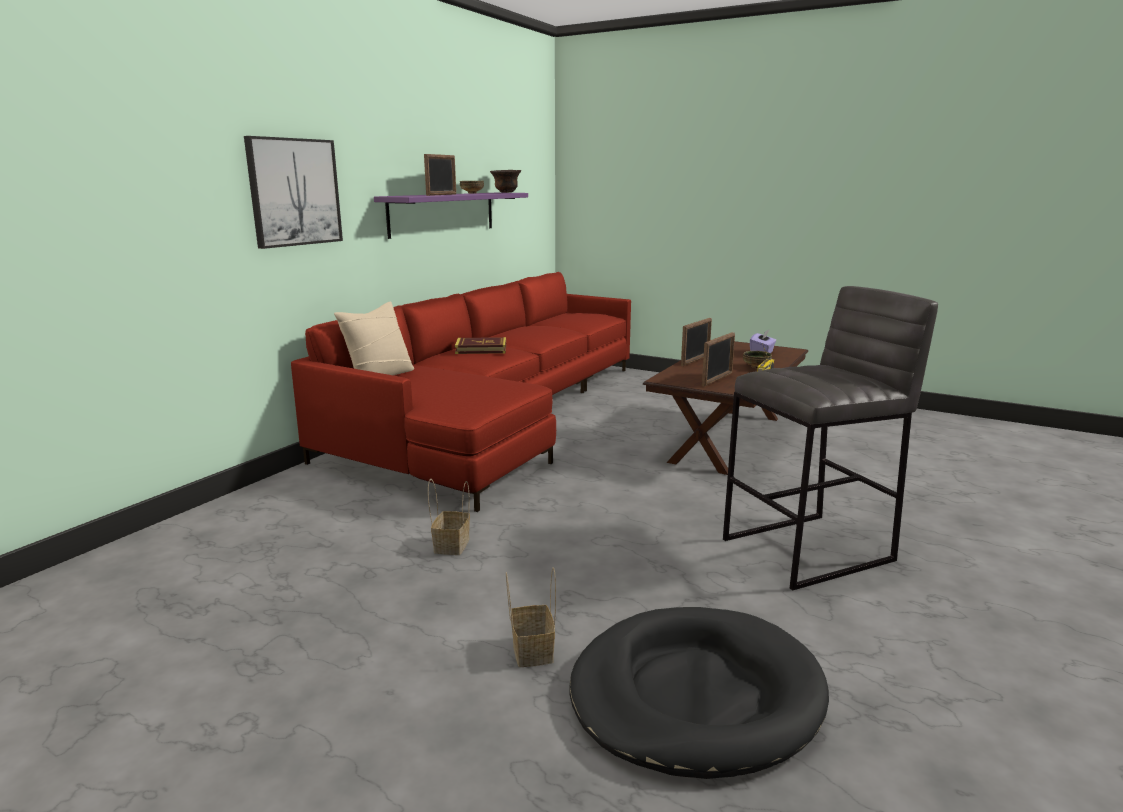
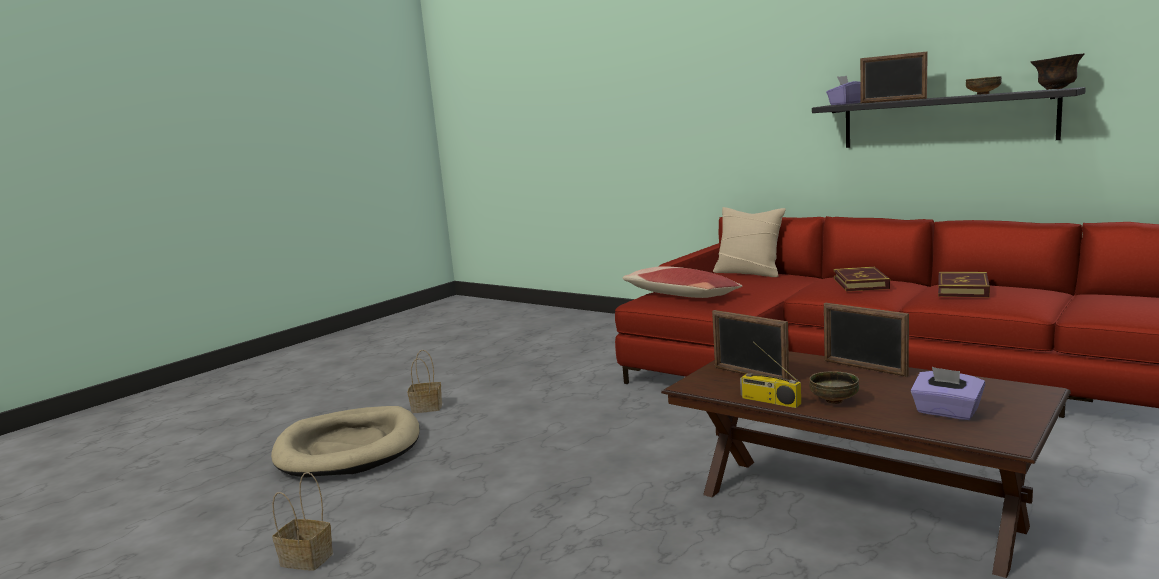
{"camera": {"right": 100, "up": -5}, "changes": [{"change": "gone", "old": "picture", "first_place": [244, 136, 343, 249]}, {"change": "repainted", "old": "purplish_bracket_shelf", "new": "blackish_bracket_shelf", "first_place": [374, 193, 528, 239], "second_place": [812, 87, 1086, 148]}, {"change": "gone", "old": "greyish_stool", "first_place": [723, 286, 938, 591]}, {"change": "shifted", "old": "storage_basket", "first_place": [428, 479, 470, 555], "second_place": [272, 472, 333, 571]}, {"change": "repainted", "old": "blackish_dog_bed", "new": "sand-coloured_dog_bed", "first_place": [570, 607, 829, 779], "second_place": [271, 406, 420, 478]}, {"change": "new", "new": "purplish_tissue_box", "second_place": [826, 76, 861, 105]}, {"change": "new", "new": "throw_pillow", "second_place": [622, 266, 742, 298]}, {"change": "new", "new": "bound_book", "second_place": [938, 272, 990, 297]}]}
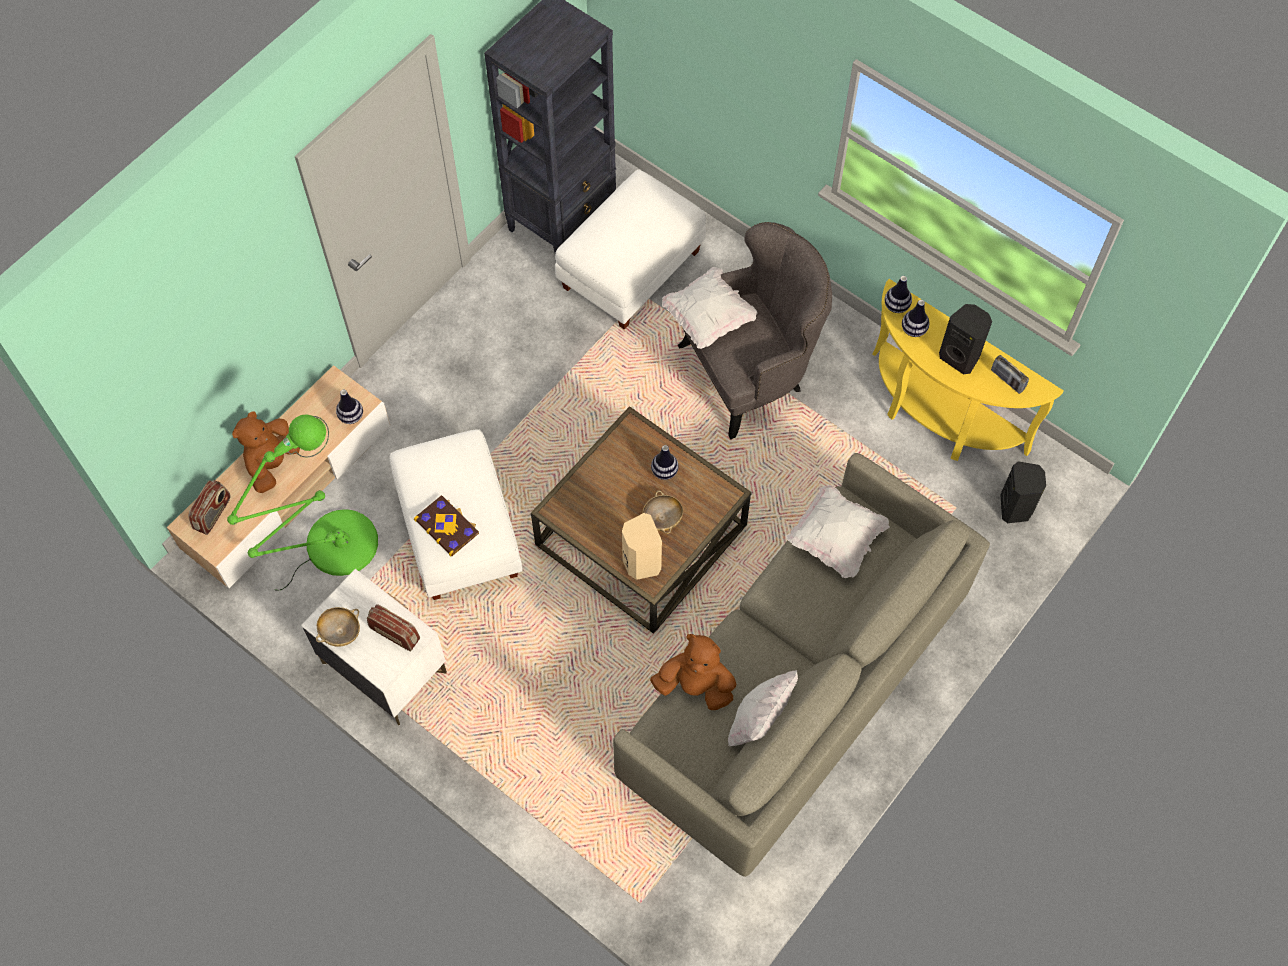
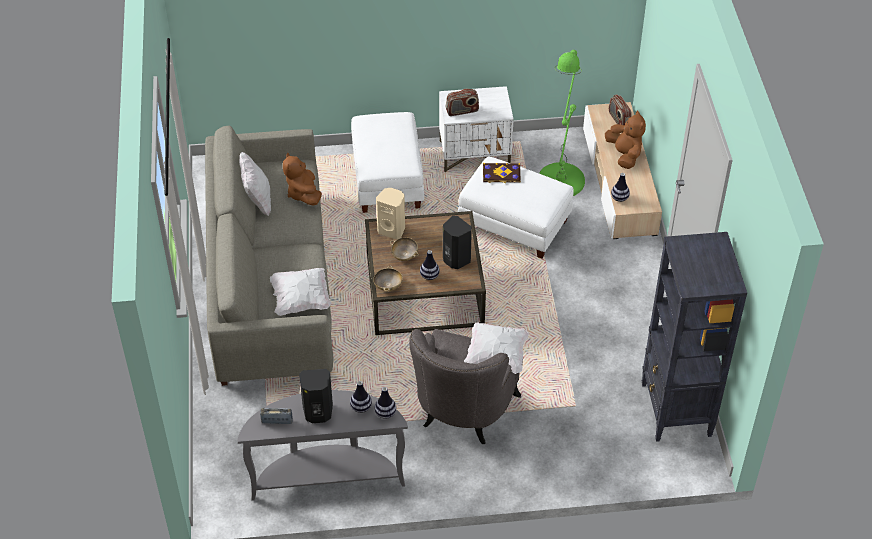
{"camera": {"right": 135, "up": -15}, "changes": [{"change": "shifted", "old": "white-coloured_pouffe", "first_place": [555, 170, 706, 330], "second_place": [351, 112, 424, 213]}, {"change": "repainted", "old": "yellow-coloured_console_table", "new": "greyish_console_table", "first_place": [872, 279, 1064, 461], "second_place": [238, 390, 408, 500]}, {"change": "shifted", "old": "blackish_audio_speaker", "first_place": [1000, 461, 1046, 523], "second_place": [443, 216, 472, 269]}, {"change": "shifted", "old": "sand-coloured_serving_bowl", "first_place": [316, 607, 360, 647], "second_place": [373, 265, 403, 292]}, {"change": "rotated", "old": "brownish_cuddly_toy", "first_place": [650, 634, 737, 710], "second_place": [283, 153, 322, 206], "degrees": 105}]}
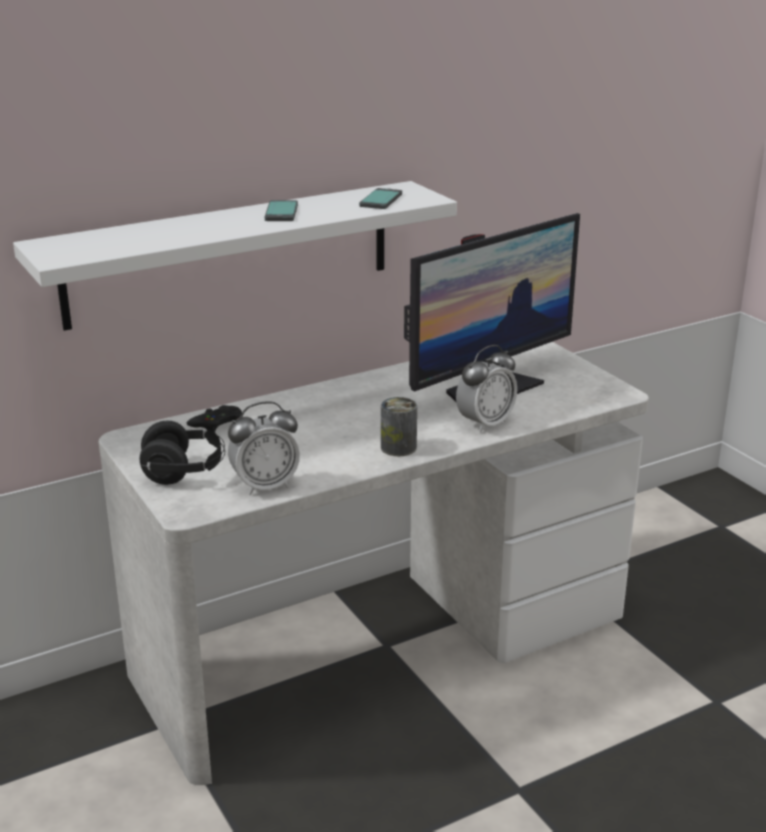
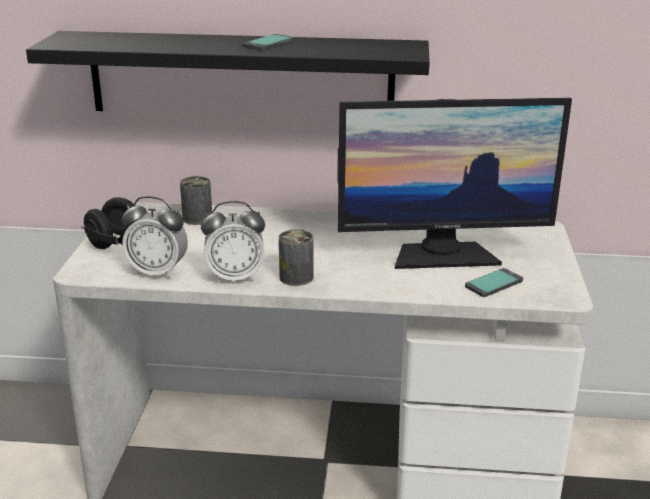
{"camera": {"right": 35, "up": 0}, "changes": [{"change": "repainted", "old": "white-coloured_bracket_shelf", "new": "blackish_bracket_shelf", "first_place": [13, 181, 457, 331], "second_place": [26, 31, 430, 111]}, {"change": "shifted", "old": "telephone", "first_place": [359, 188, 402, 209], "second_place": [465, 268, 523, 297]}, {"change": "shifted", "old": "bedside_clock", "first_place": [456, 345, 517, 432], "second_place": [201, 201, 265, 283]}, {"change": "swapped", "old": "blackish_game_controller", "new": "can", "first_place": [187, 405, 243, 434], "second_place": [180, 176, 212, 225]}]}
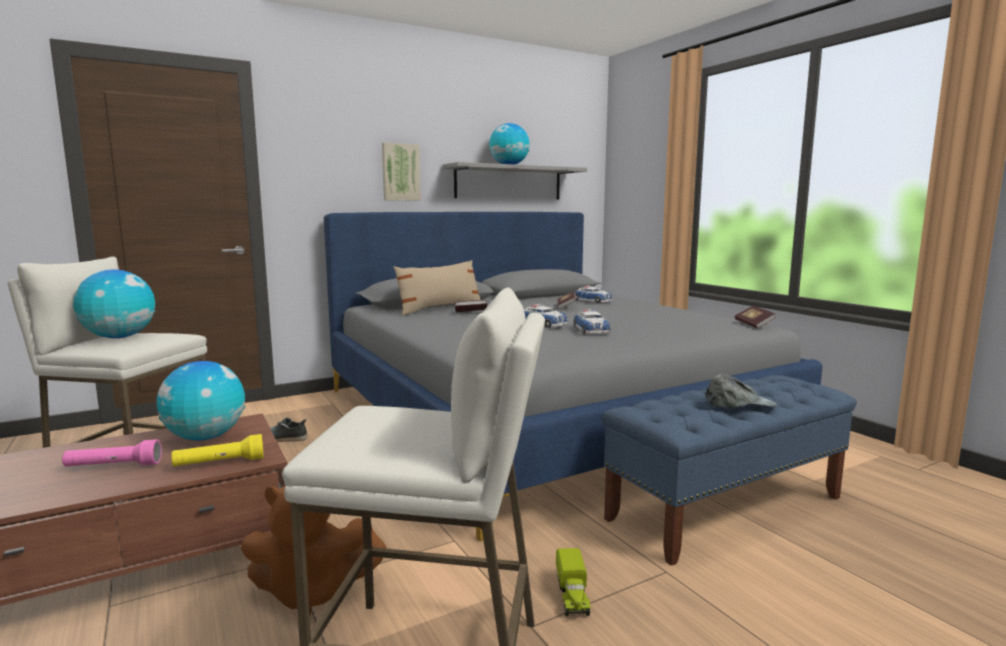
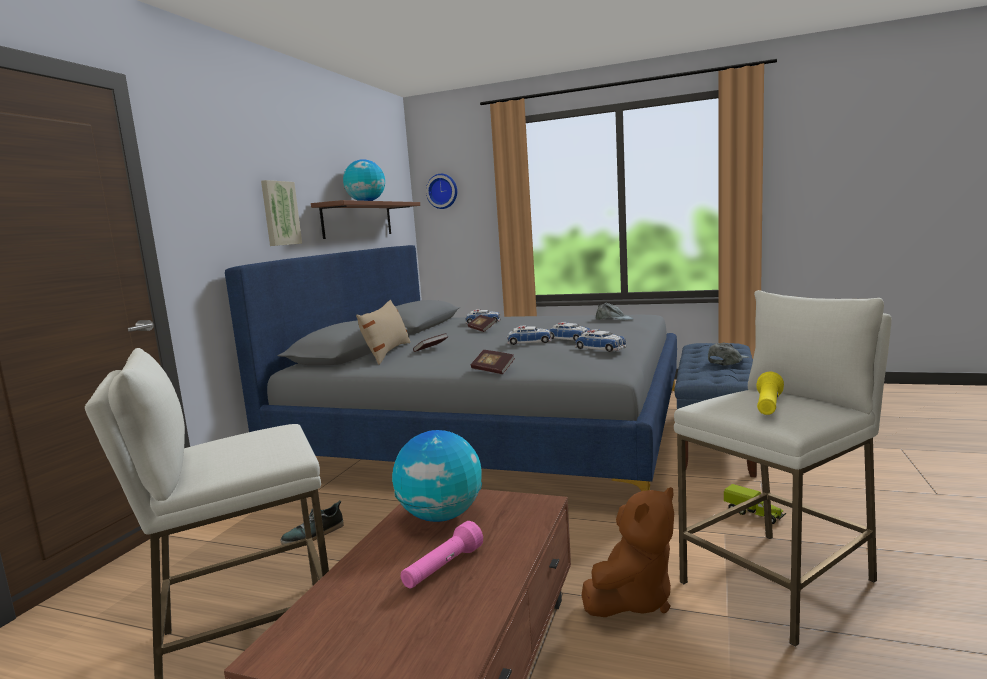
{"camera": {"right": -40, "up": 0}, "changes": [{"change": "repainted", "old": "greyish_bracket_shelf", "new": "brownish_bracket_shelf", "first_place": [443, 162, 587, 199], "second_place": [311, 200, 420, 239]}, {"change": "gone", "old": "desk_globe", "first_place": [73, 269, 155, 338]}, {"change": "shifted", "old": "bound_book", "first_place": [735, 306, 776, 328], "second_place": [471, 350, 515, 374]}, {"change": "shifted", "old": "yellow-coloured_flashlight", "first_place": [172, 434, 264, 466], "second_place": [756, 372, 784, 415]}, {"change": "new", "new": "wall_clock", "second_place": [426, 174, 457, 209]}, {"change": "new", "new": "greyish_peaked_cap", "second_place": [596, 302, 634, 320]}, {"change": "new", "new": "model_car", "second_place": [575, 329, 627, 352]}]}
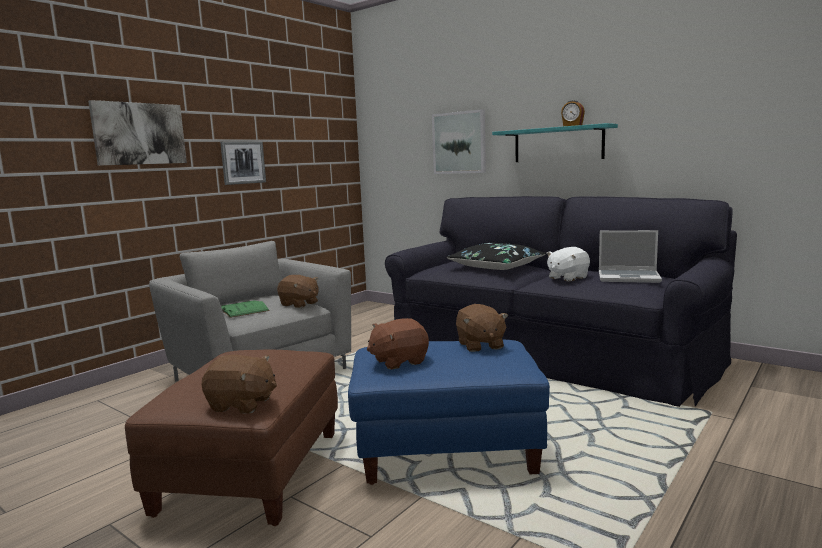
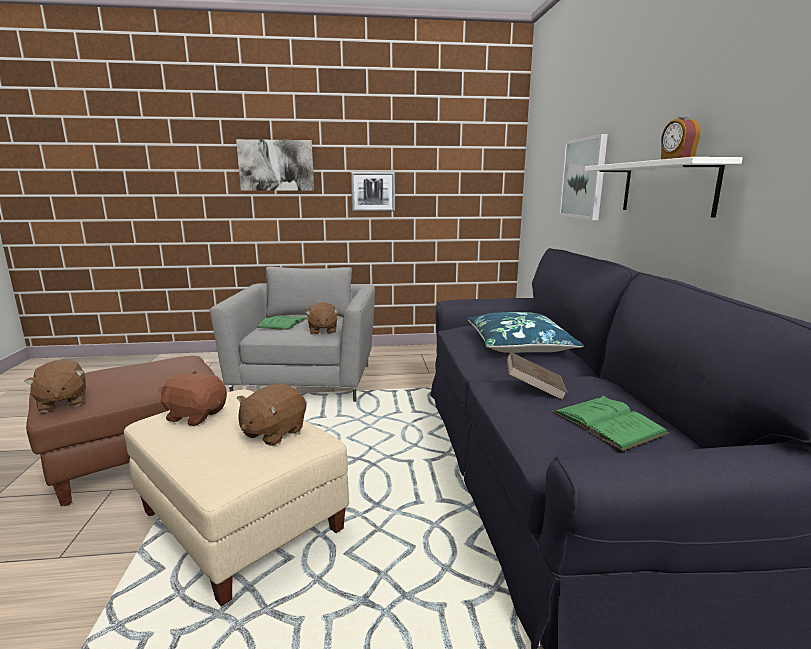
{"camera": {"right": 45, "up": 5}, "changes": [{"change": "repainted", "old": "turquoise-coloured_bracket_shelf", "new": "white-coloured_bracket_shelf", "first_place": [492, 123, 618, 162], "second_place": [585, 157, 743, 218]}, {"change": "swapped", "old": "notebook_computer", "new": "green-coloured_bound_book", "first_place": [599, 230, 662, 283], "second_place": [553, 395, 669, 451]}, {"change": "repainted", "old": "blackish_throw_pillow", "new": "blue_throw_pillow", "first_place": [446, 243, 546, 270], "second_place": [468, 312, 584, 353]}, {"change": "swapped", "old": "white-coloured_cuddly_toy", "new": "brownish_bound_book", "first_place": [546, 247, 590, 282], "second_place": [507, 352, 568, 400]}, {"change": "repainted", "old": "blue_pouffe", "new": "sand-coloured_pouffe", "first_place": [348, 340, 550, 485], "second_place": [124, 389, 349, 606]}]}
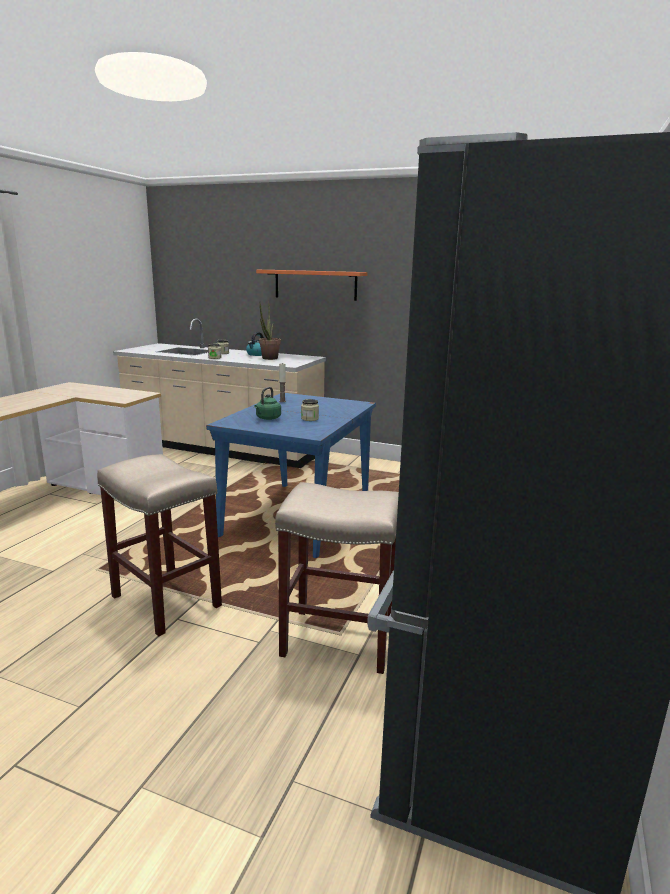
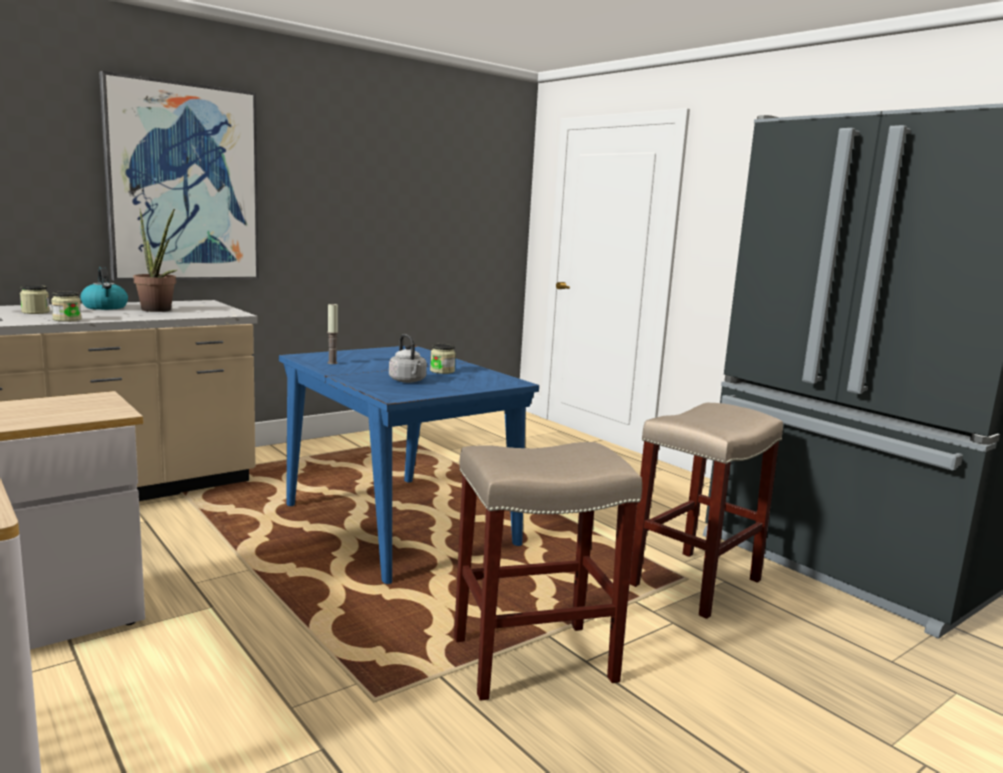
{"camera": {"right": -60, "up": -5}, "changes": [{"change": "swapped", "old": "orangey_bracket_shelf", "new": "picture", "first_place": [256, 270, 368, 301], "second_place": [99, 71, 259, 281]}, {"change": "repainted", "old": "green-coloured_water_kettle", "new": "greyish_water_kettle", "first_place": [254, 387, 281, 420], "second_place": [389, 334, 427, 383]}]}
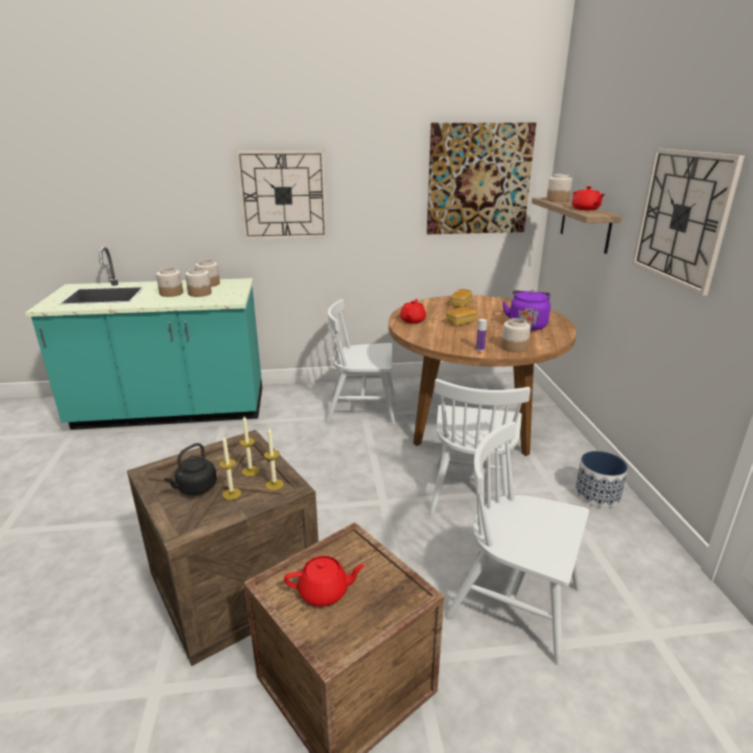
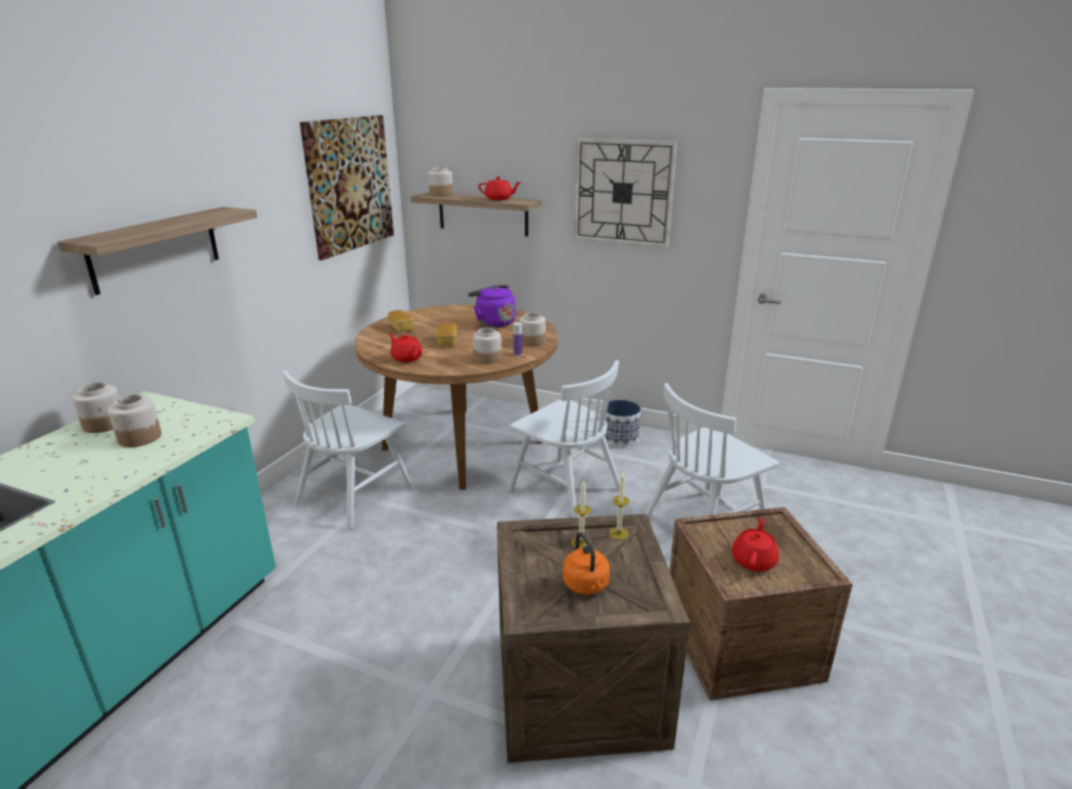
{"camera": {"right": -60, "up": 0}, "changes": [{"change": "swapped", "old": "wall_clock", "new": "bracket_shelf", "first_place": [235, 150, 327, 240], "second_place": [57, 207, 257, 295]}, {"change": "shifted", "old": "jar", "first_place": [156, 268, 183, 297], "second_place": [473, 328, 501, 364]}, {"change": "gone", "old": "candle", "first_place": [219, 437, 241, 500]}, {"change": "repainted", "old": "blackish_water_kettle", "new": "orangey_water_kettle", "first_place": [164, 443, 217, 495], "second_place": [563, 532, 610, 594]}]}
